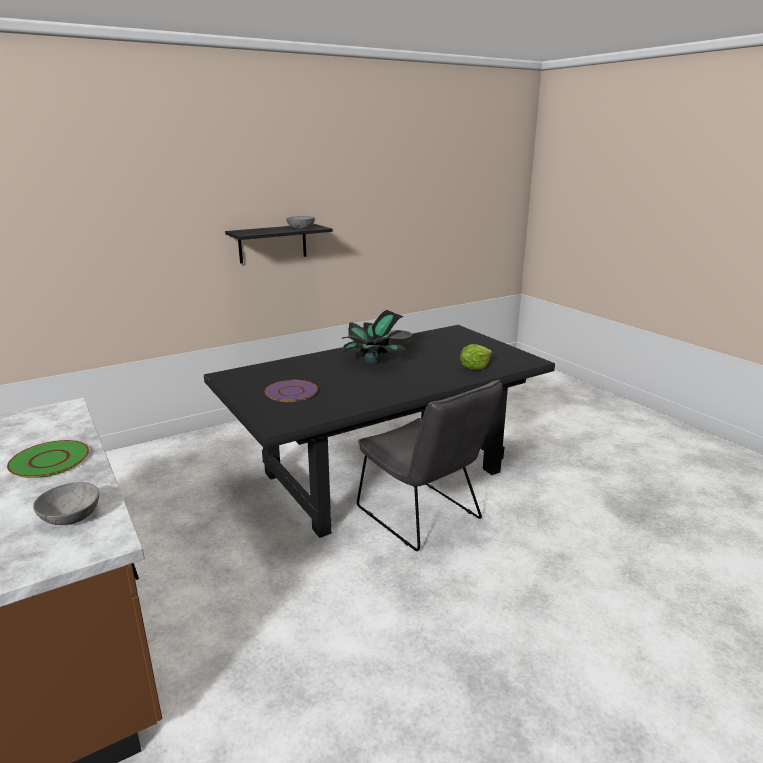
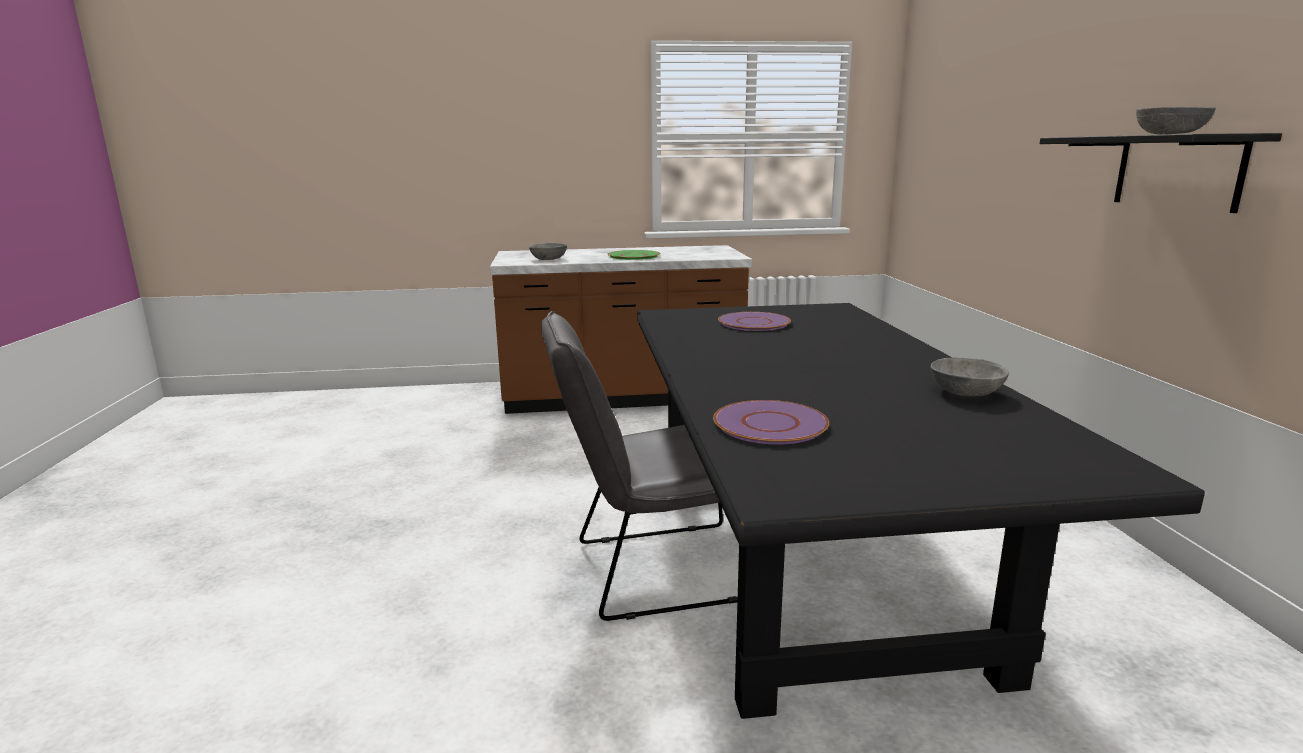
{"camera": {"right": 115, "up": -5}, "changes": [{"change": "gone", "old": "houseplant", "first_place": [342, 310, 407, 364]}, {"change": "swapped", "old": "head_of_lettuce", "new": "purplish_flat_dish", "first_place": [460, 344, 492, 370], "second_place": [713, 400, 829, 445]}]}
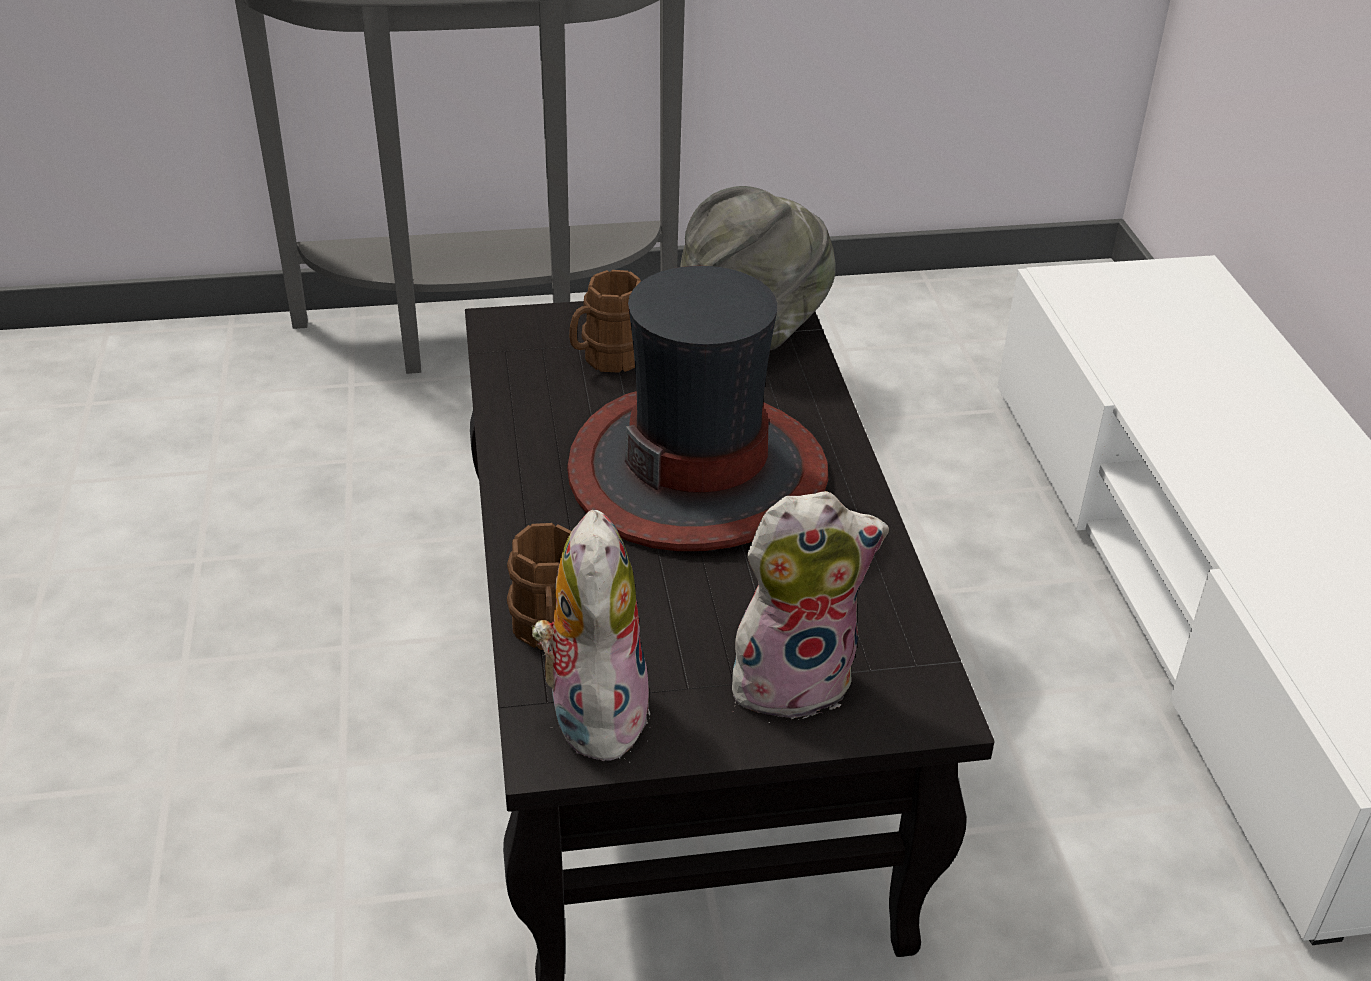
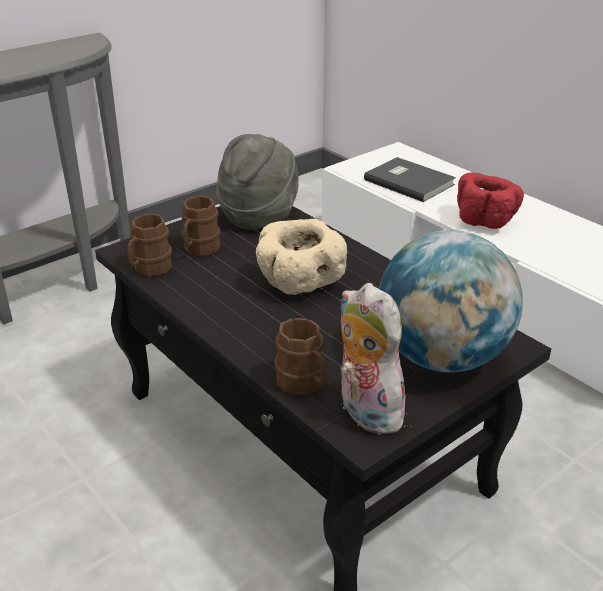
{"camera": {"right": -30, "up": -5}, "changes": [{"change": "swapped", "old": "clothing_hat", "new": "sand-coloured_serving_bowl", "first_place": [567, 266, 828, 551], "second_place": [256, 219, 347, 295]}, {"change": "swapped", "old": "cuddly_toy", "new": "desk_globe", "first_place": [732, 491, 889, 723], "second_place": [379, 230, 523, 373]}, {"change": "new", "new": "greyish_bound_book", "second_place": [364, 157, 456, 202]}, {"change": "new", "new": "red_serving_bowl", "second_place": [457, 172, 524, 229]}, {"change": "new", "new": "brownish_coffee_mug", "second_place": [127, 213, 172, 277]}]}
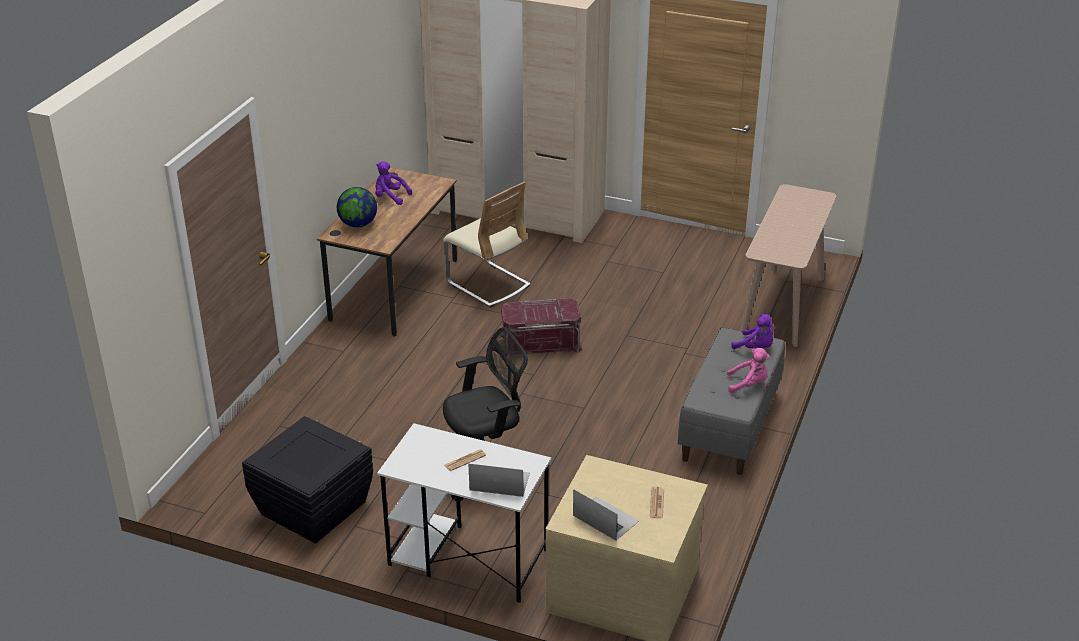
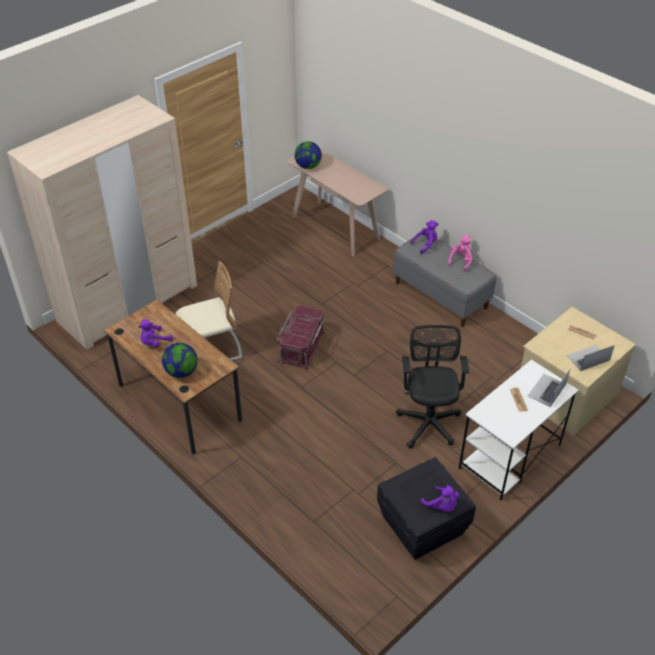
{"camera": {"right": -65, "up": 10}, "changes": [{"change": "new", "new": "desk_globe", "second_place": [294, 141, 322, 169]}, {"change": "new", "new": "purplish_cuddly_toy", "second_place": [421, 485, 459, 512]}]}
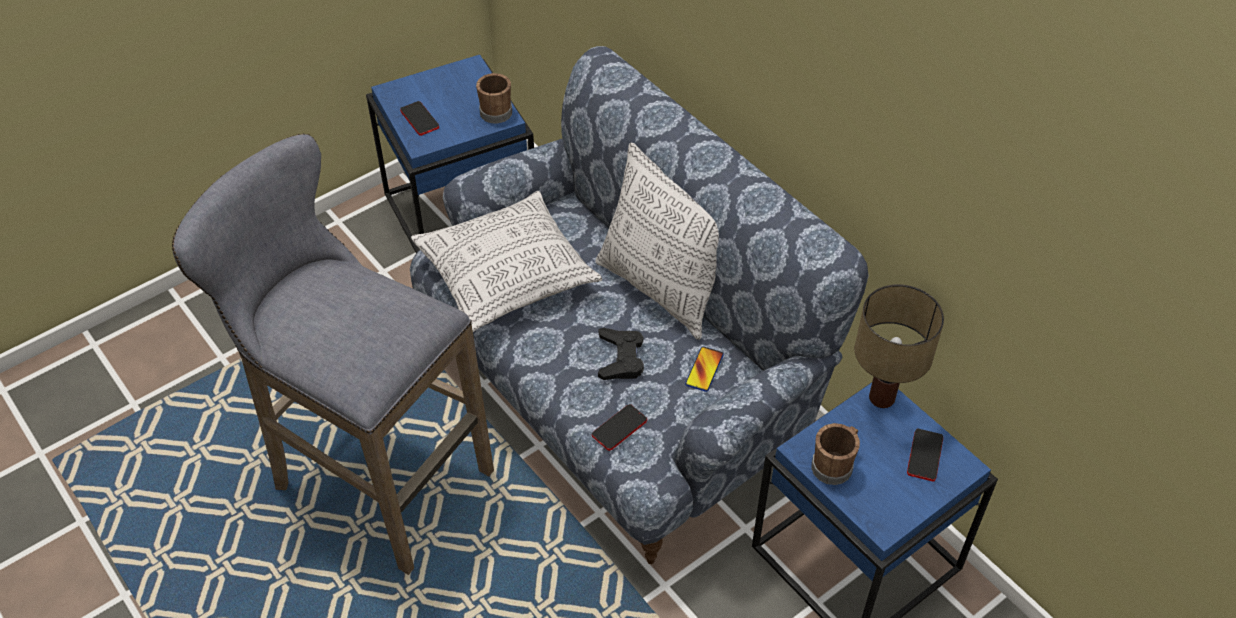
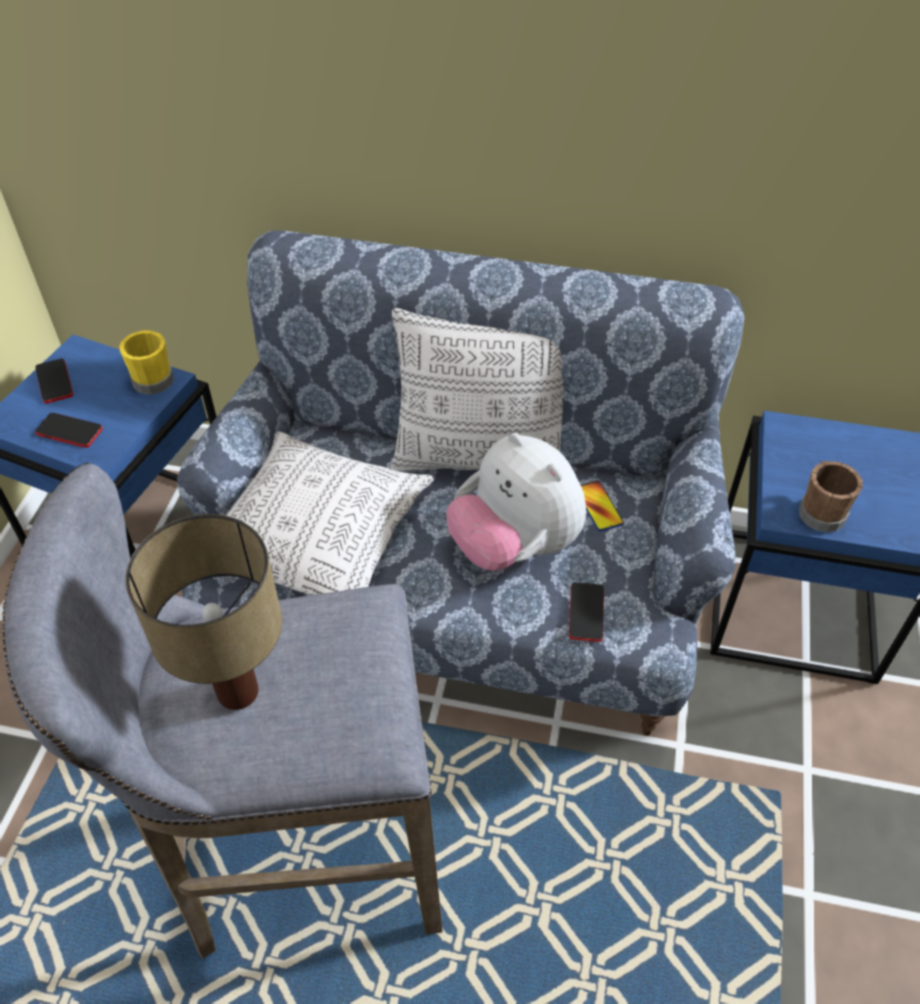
{"camera": {"right": -40, "up": 0}, "changes": [{"change": "repainted", "old": "brownish_coffee_mug", "new": "yellow-coloured_coffee_mug", "first_place": [476, 73, 512, 123], "second_place": [119, 330, 174, 394]}, {"change": "shifted", "old": "tabletop_lamp", "first_place": [855, 284, 944, 408], "second_place": [125, 514, 282, 710]}, {"change": "swapped", "old": "blackish_game_controller", "new": "cuddly_toy", "first_place": [598, 328, 644, 380], "second_place": [447, 433, 586, 571]}, {"change": "shifted", "old": "telephone", "first_place": [907, 429, 943, 482], "second_place": [35, 358, 73, 404]}]}
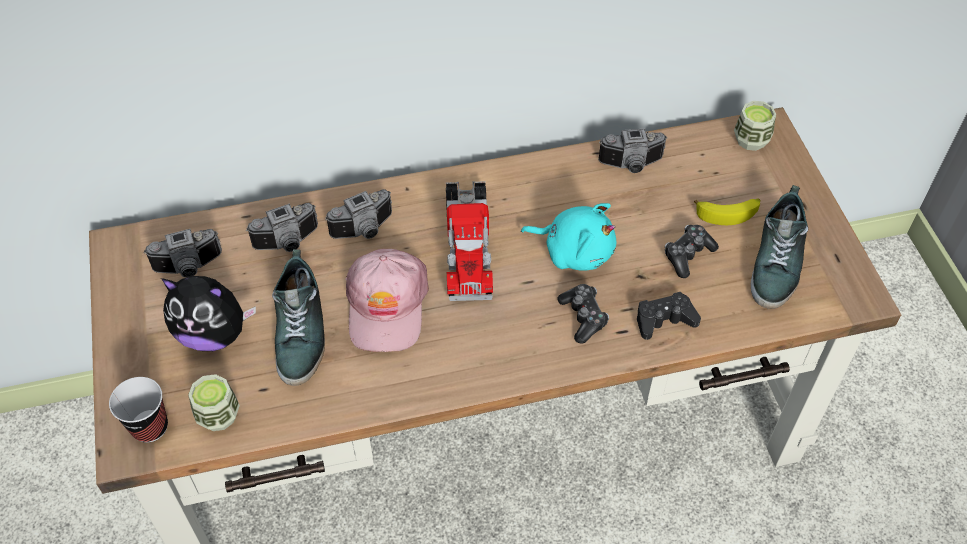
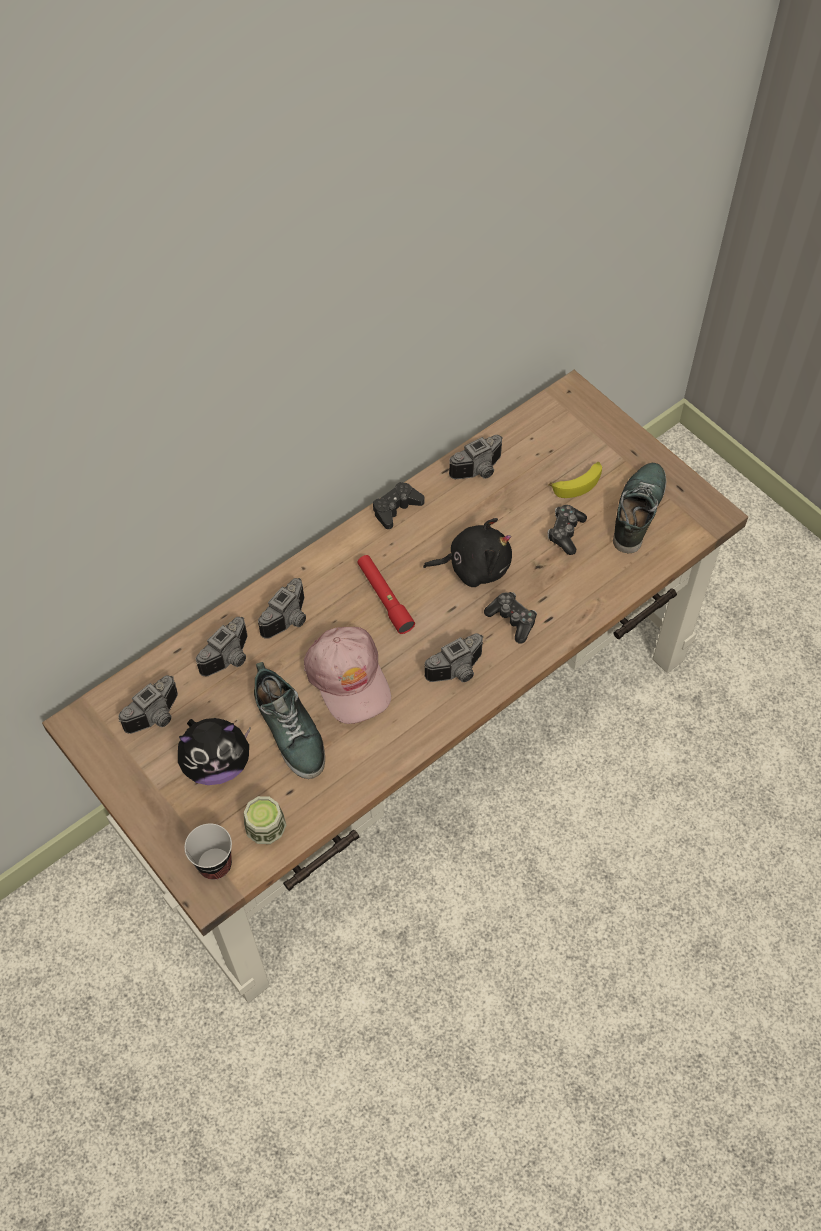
{"camera": {"right": -25, "up": 5}, "changes": [{"change": "gone", "old": "small_cup", "first_place": [734, 101, 776, 151]}, {"change": "swapped", "old": "model_truck", "new": "red_flashlight", "first_place": [446, 181, 493, 301], "second_place": [358, 555, 415, 634]}, {"change": "rotated", "old": "low_shoe", "first_place": [751, 185, 808, 309], "second_place": [613, 463, 666, 553], "degrees": -150}, {"change": "repainted", "old": "turquoise-coloured_cuddly_toy", "new": "blackish_cuddly_toy", "first_place": [521, 203, 616, 270], "second_place": [423, 518, 512, 587]}, {"change": "shifted", "old": "blackish_game_controller", "first_place": [637, 292, 701, 340], "second_place": [373, 482, 425, 529]}, {"change": "new", "new": "still_camera", "second_place": [424, 633, 483, 682]}]}
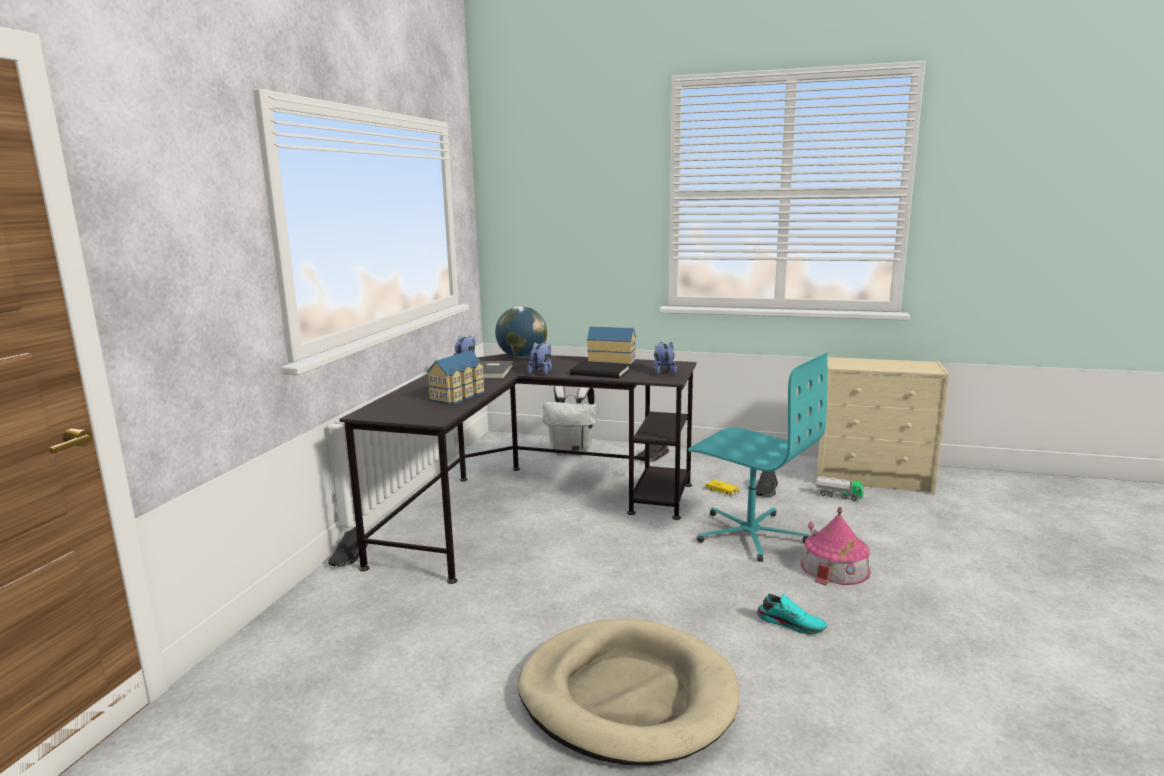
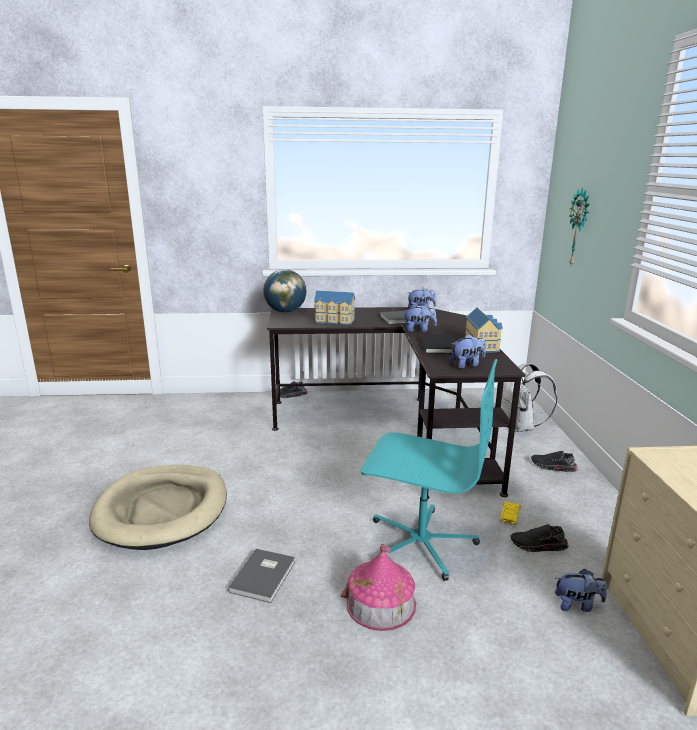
{"camera": {"right": 70, "up": 5}, "changes": [{"change": "shifted", "old": "desk_globe", "first_place": [495, 306, 547, 358], "second_place": [263, 269, 306, 313]}, {"change": "rotated", "old": "turquoise-coloured_computer_chair", "first_place": [688, 352, 828, 562], "second_place": [361, 359, 498, 581], "degrees": -90}, {"change": "swapped", "old": "model_truck", "new": "cuddly_toy", "first_place": [815, 476, 863, 501], "second_place": [555, 569, 607, 612]}, {"change": "swapped", "old": "turquoise-coloured_low_shoe", "new": "greyish_bound_book", "first_place": [756, 593, 827, 634], "second_place": [228, 549, 295, 603]}, {"change": "new", "new": "wall_clock", "second_place": [569, 188, 590, 265]}]}
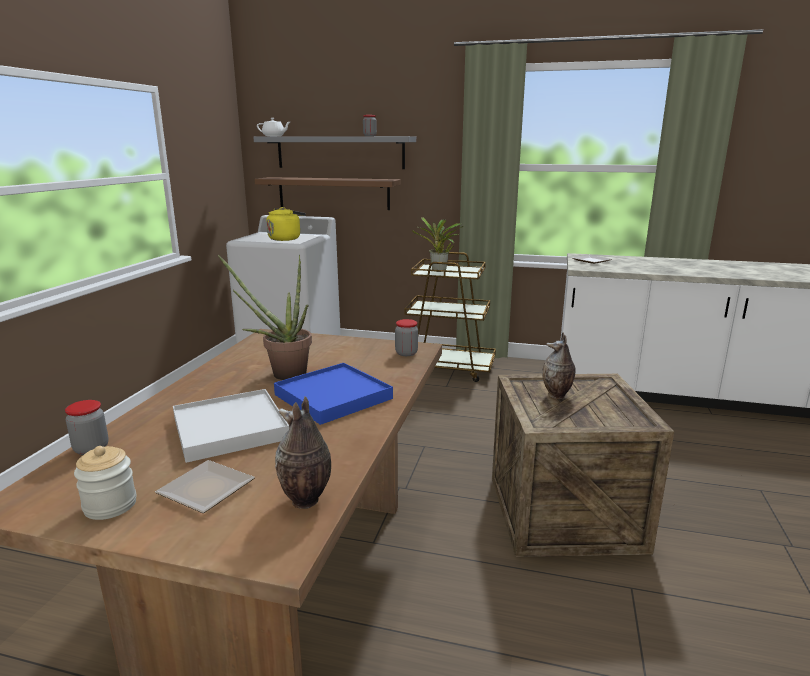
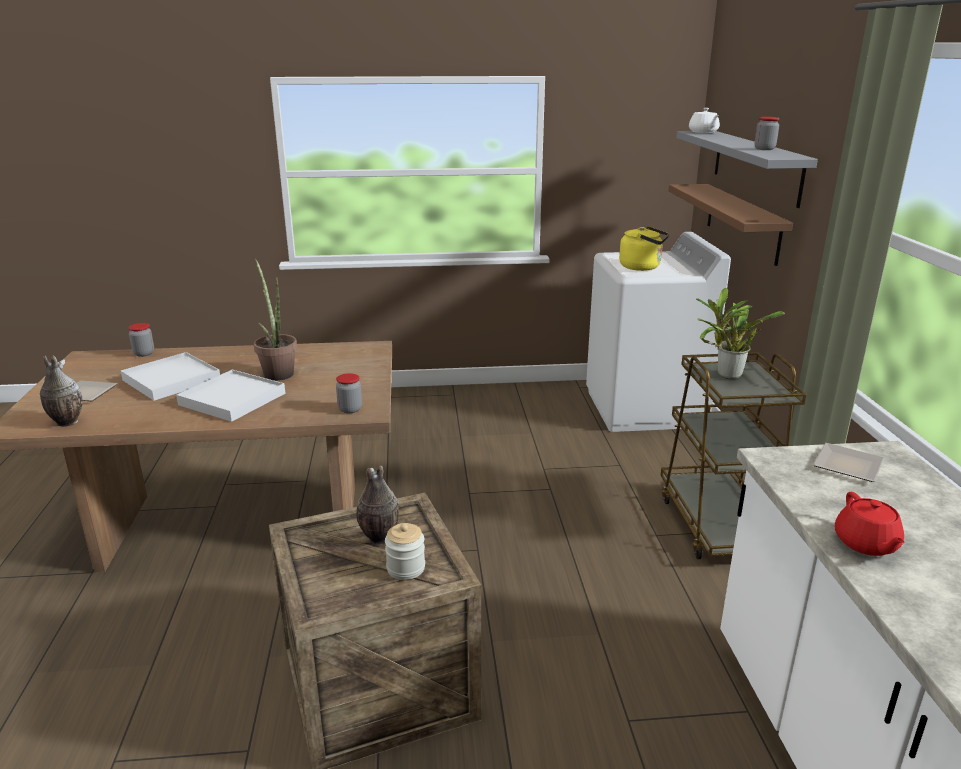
{"camera": {"right": 70, "up": 5}, "changes": [{"change": "repainted", "old": "blue_serving_tray", "new": "white-coloured_serving_tray", "first_place": [274, 363, 393, 425], "second_place": [176, 370, 285, 422]}, {"change": "shifted", "old": "jar", "first_place": [74, 446, 137, 520], "second_place": [385, 523, 425, 580]}, {"change": "new", "new": "red_tea_pot", "second_place": [835, 492, 905, 556]}]}
